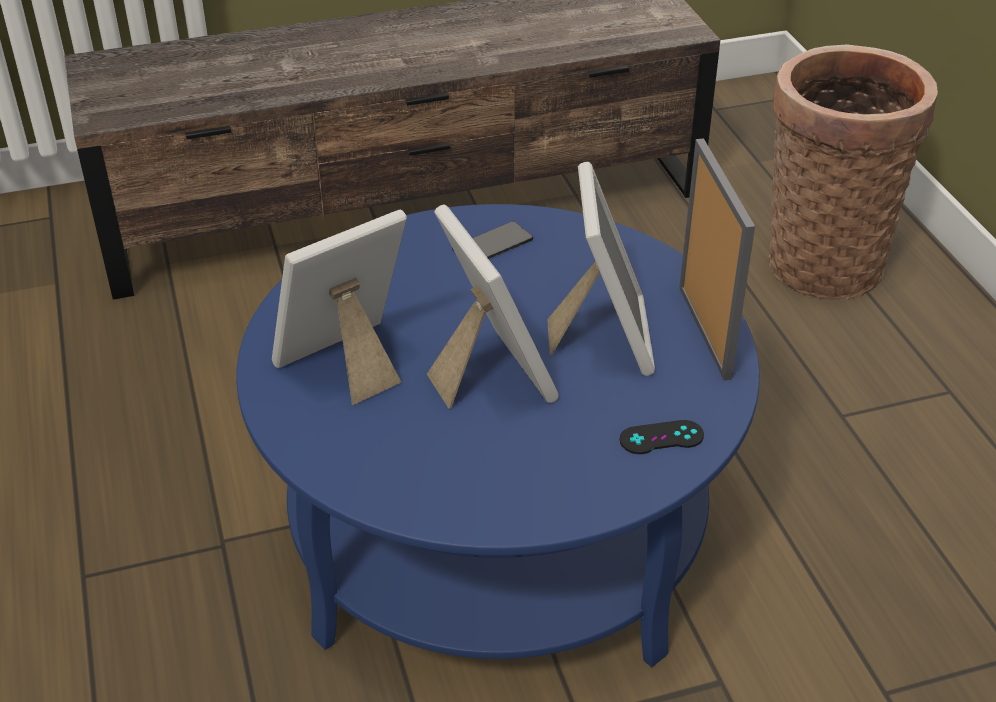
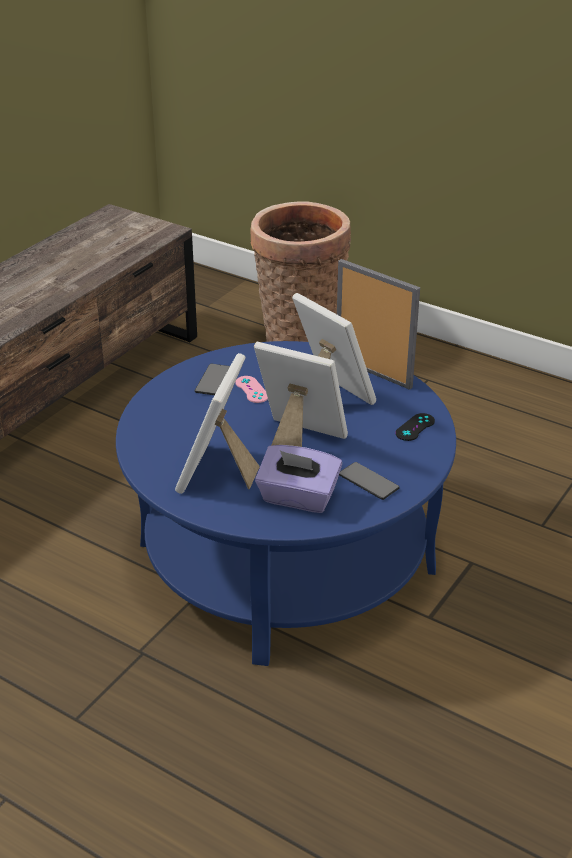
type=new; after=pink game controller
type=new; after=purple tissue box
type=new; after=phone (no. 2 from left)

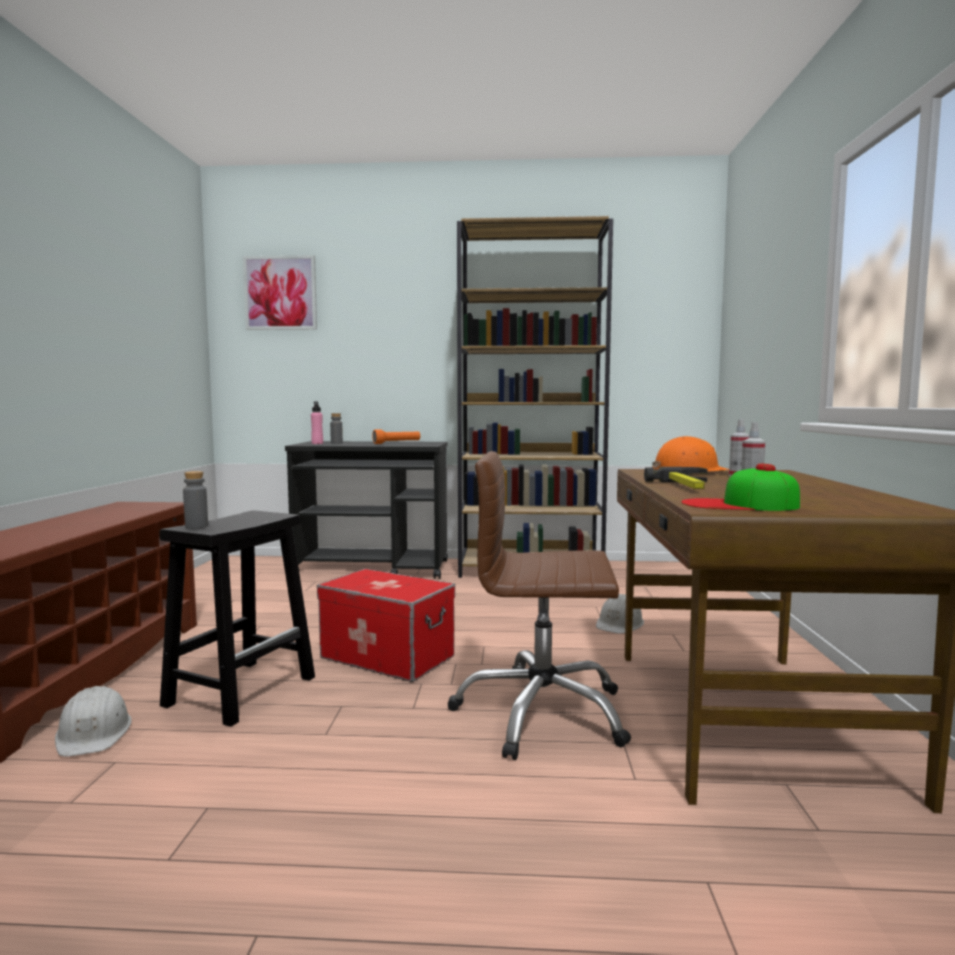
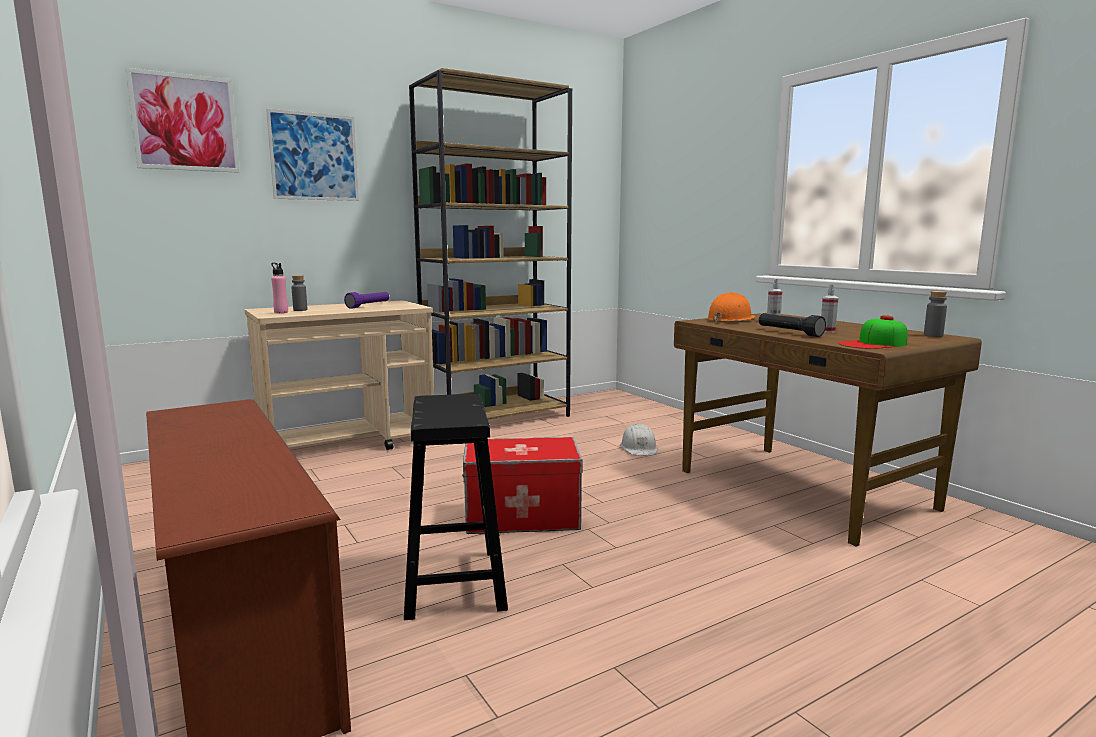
type=repainted; before=black cart; after=beige cart
type=new; after=picture (no. 2 from left)
type=repainted; before=orange flashlight; after=purple flashlight
type=swapped; before=hammer; after=black flashlight
type=shifted; before=grey bottle (no. 1 from left in the first image); after=grey bottle (no. 2 from left)
type=gone; before=white hard hat (no. 1 from left)
type=gone; before=brown office chair

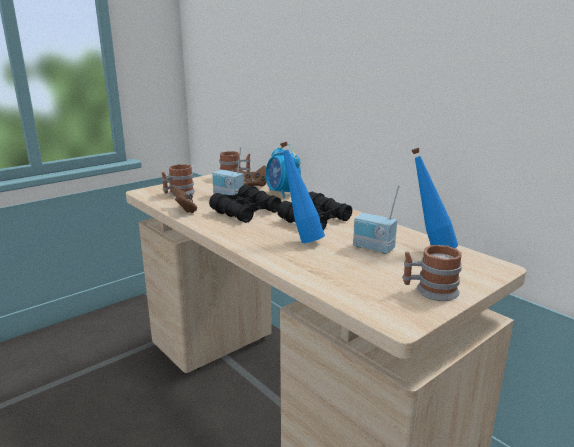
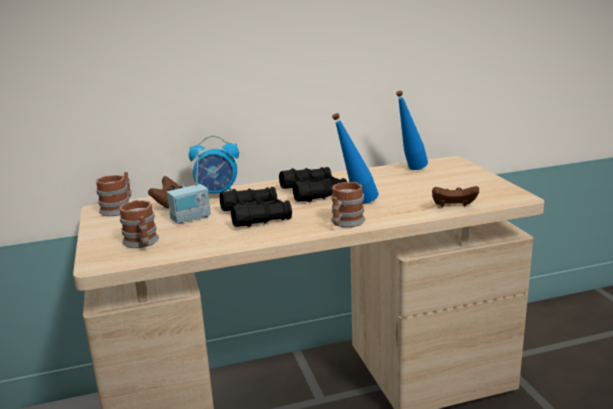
type=shifted; before=mug (no. 3 from left)
type=shifted; before=brown game controller (no. 1 from left in the first image); after=brown game controller (no. 2 from left)
type=gone; before=radio (no. 2 from left)

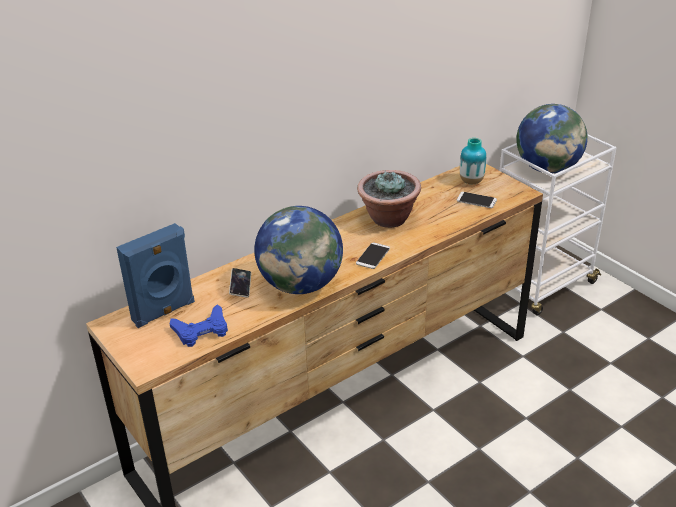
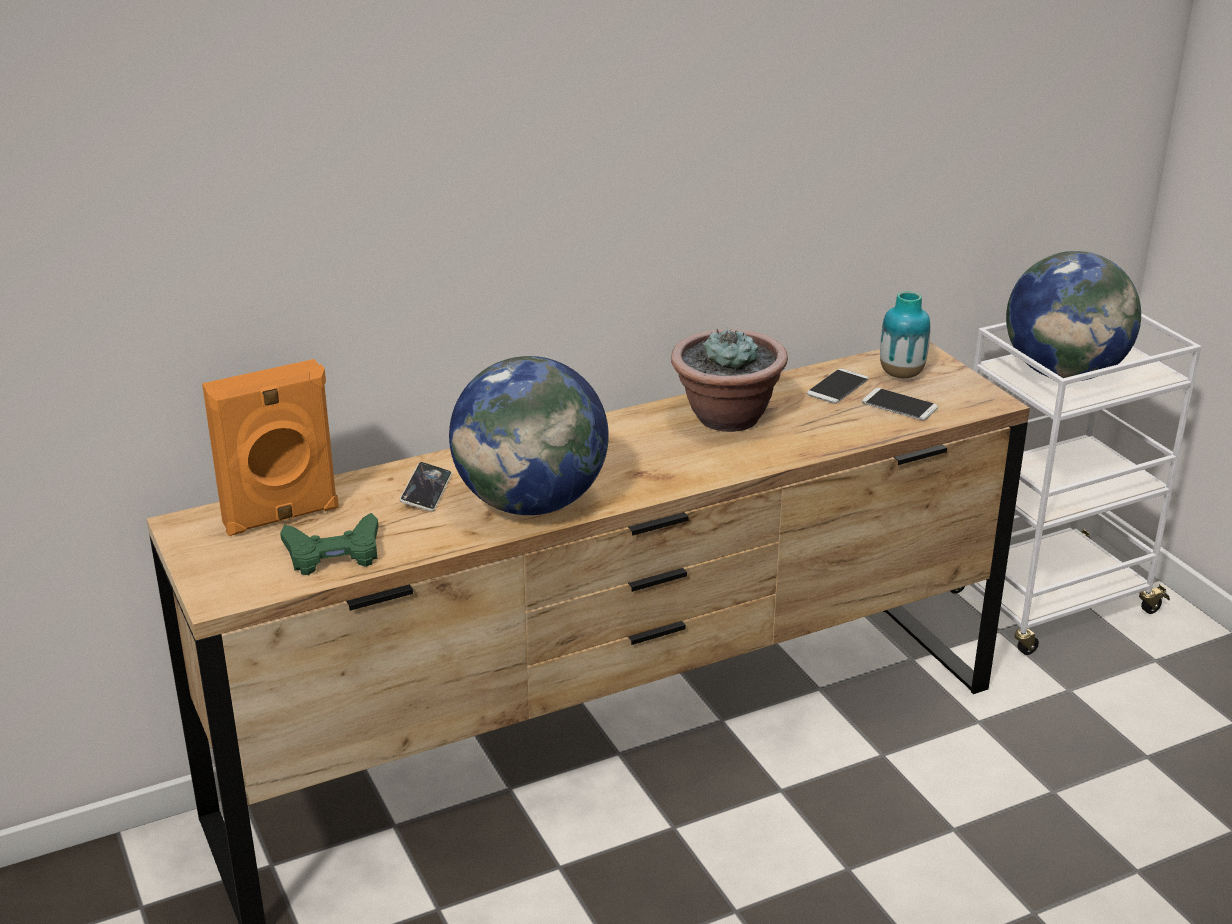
type=repainted; before=blue speaker; after=orange speaker
type=repainted; before=blue game controller; after=green game controller
type=shifted; before=phone (no. 2 from left)

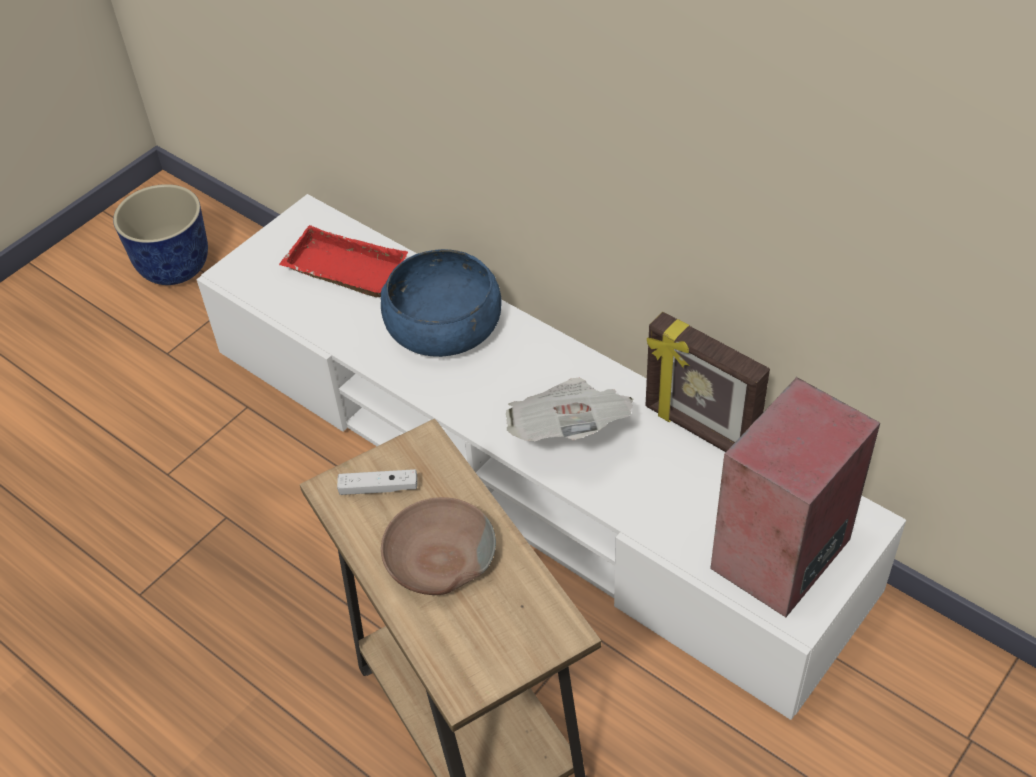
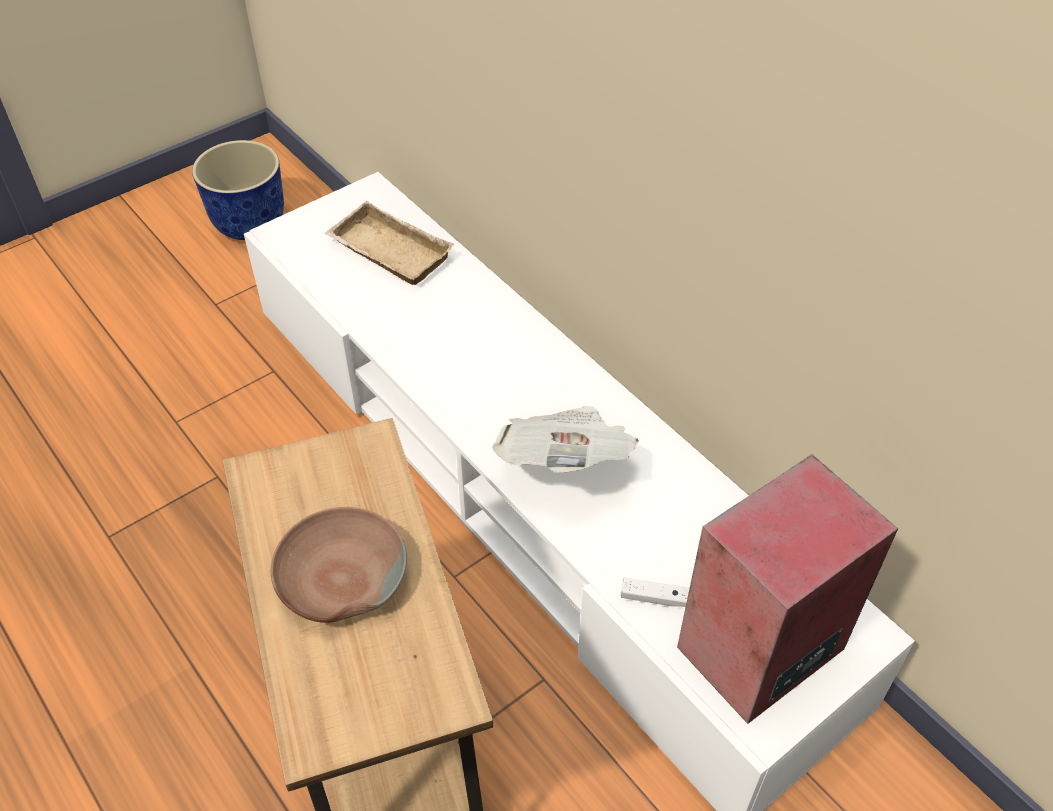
type=repainted; before=red tray; after=beige tray
type=shifted; before=white game controller
type=gone; before=blue bowl
type=gone; before=picture frame

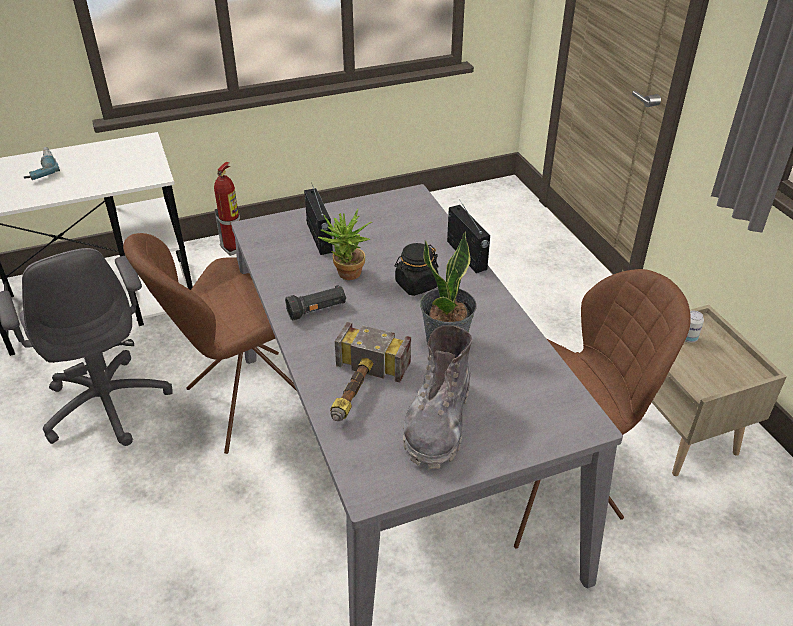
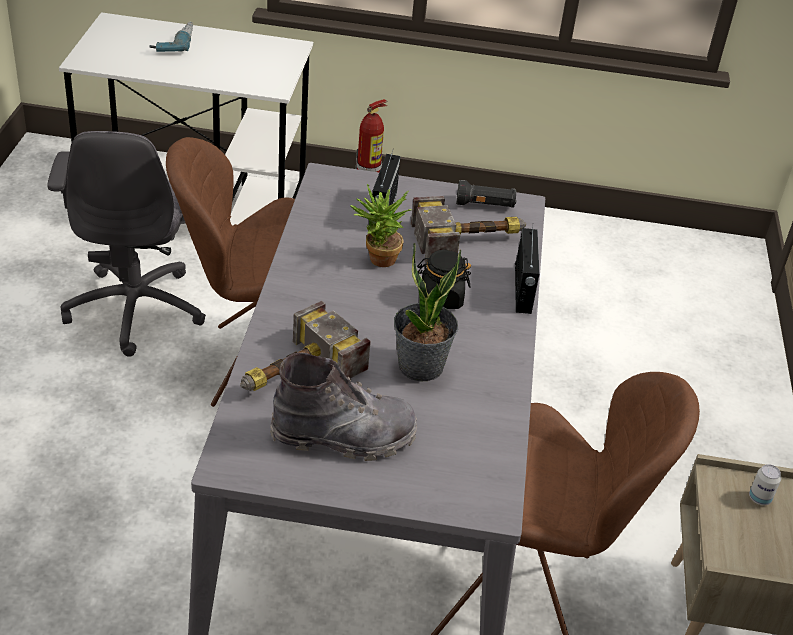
type=rotated; before=grey boot; turn=-135
type=new; after=hammer (no. 2 from left)
type=shifted; before=black flashlight

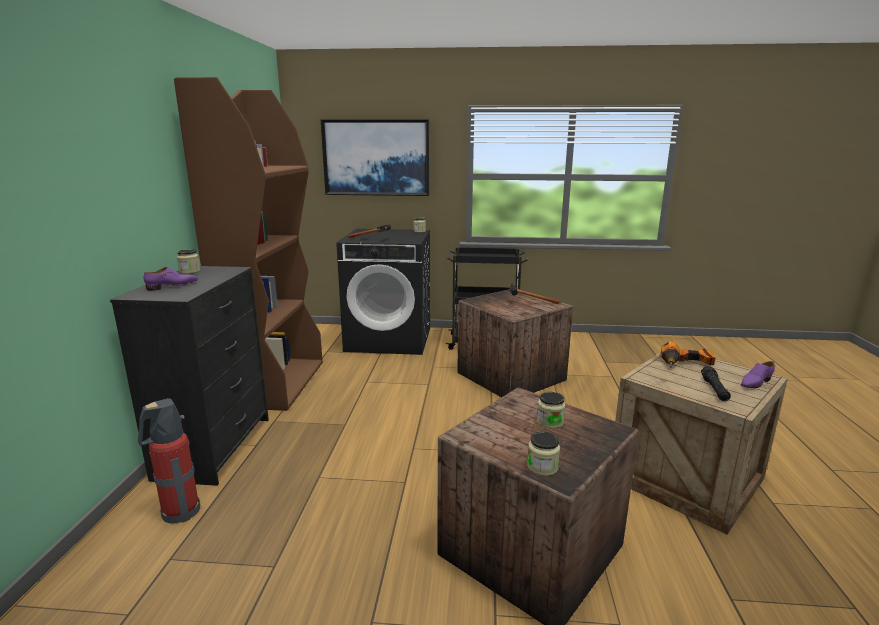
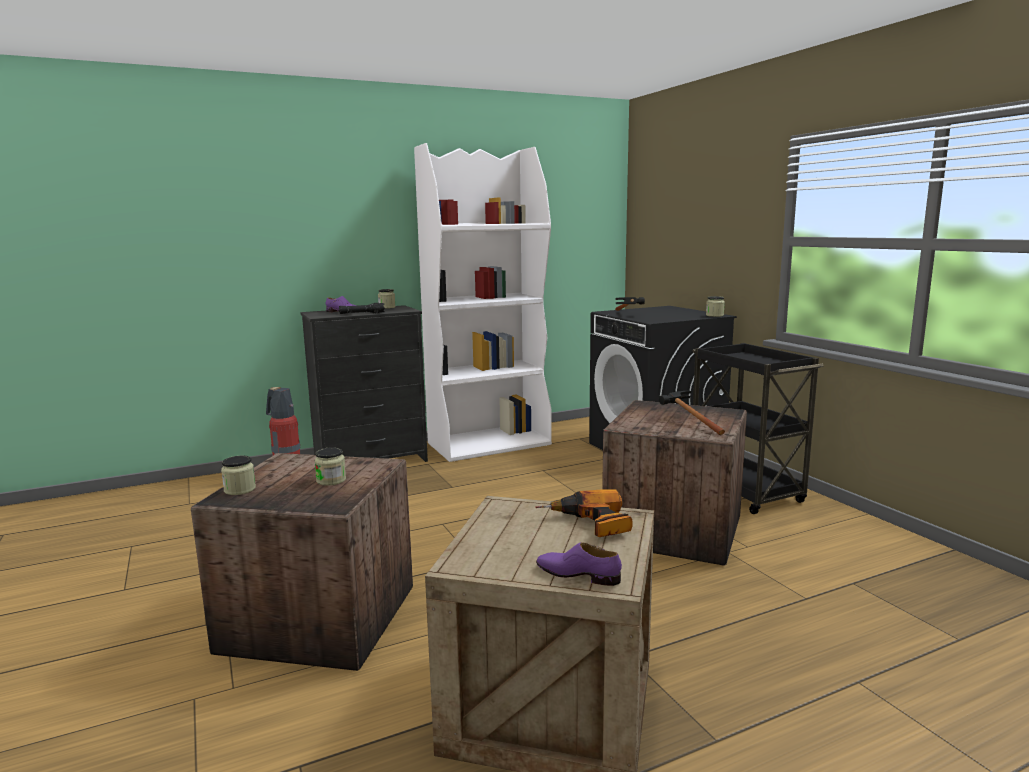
type=shifted; before=black flashlight
type=repainted; before=brown bookcase; after=white bookcase
type=gone; before=picture

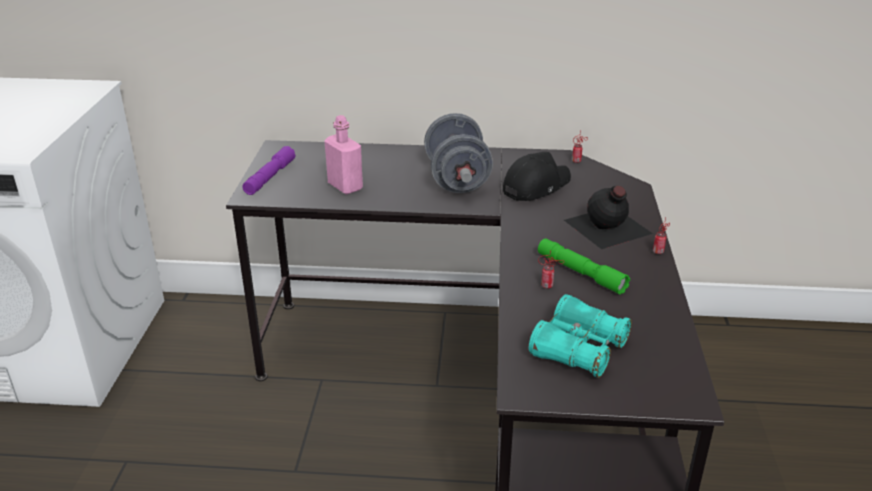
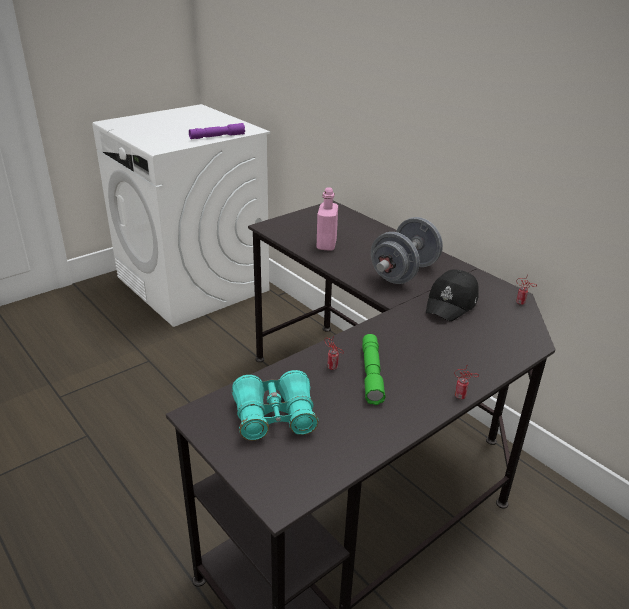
type=shifted; before=purple flashlight
type=rotated; before=black cap; turn=120
type=gone; before=black bottle

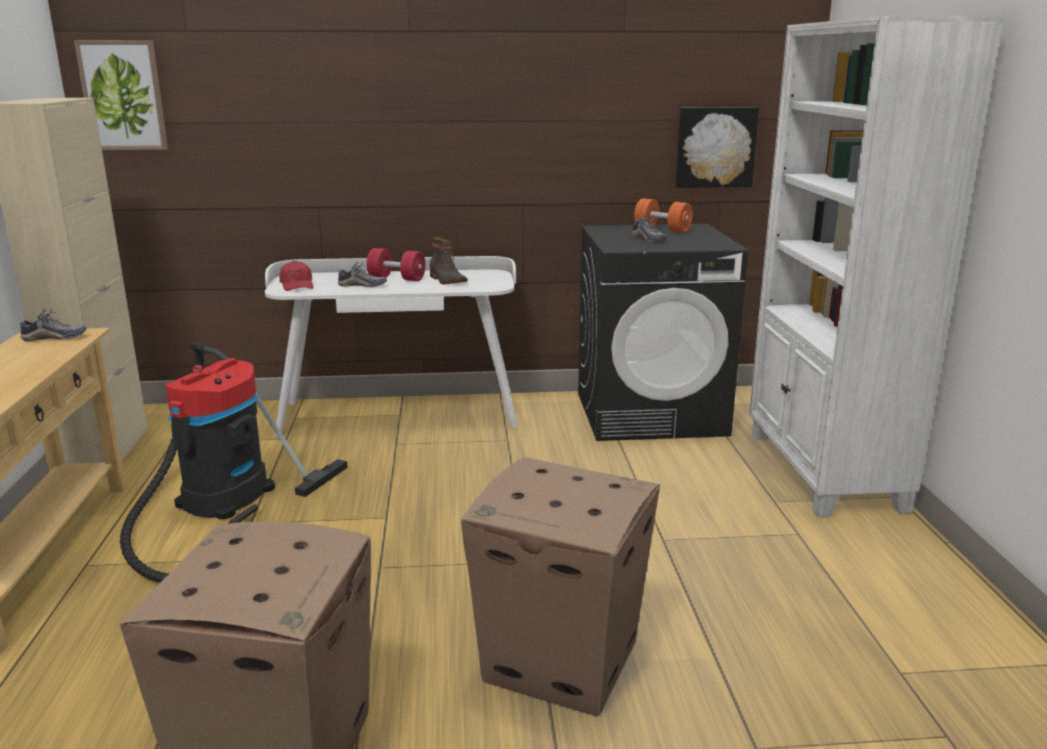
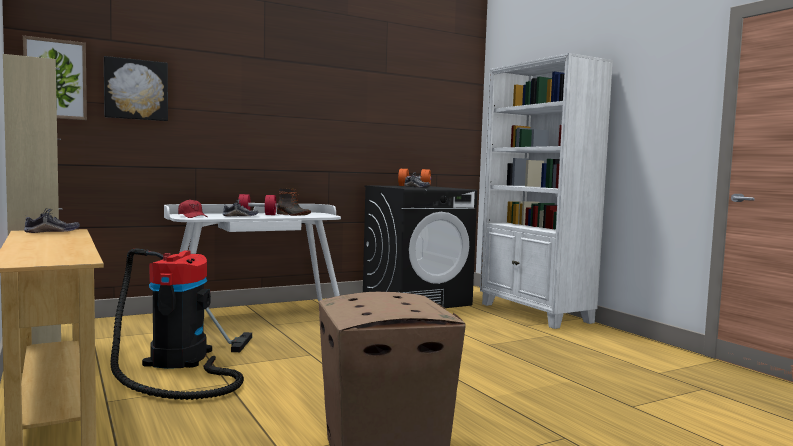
type=shifted; before=picture (no. 2 from left)
type=gone; before=cardboard box (no. 2 from left)

